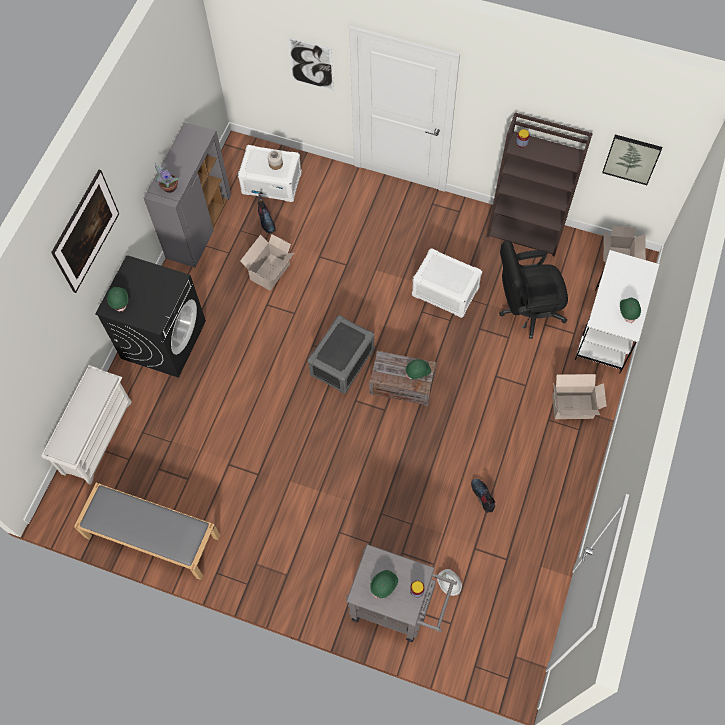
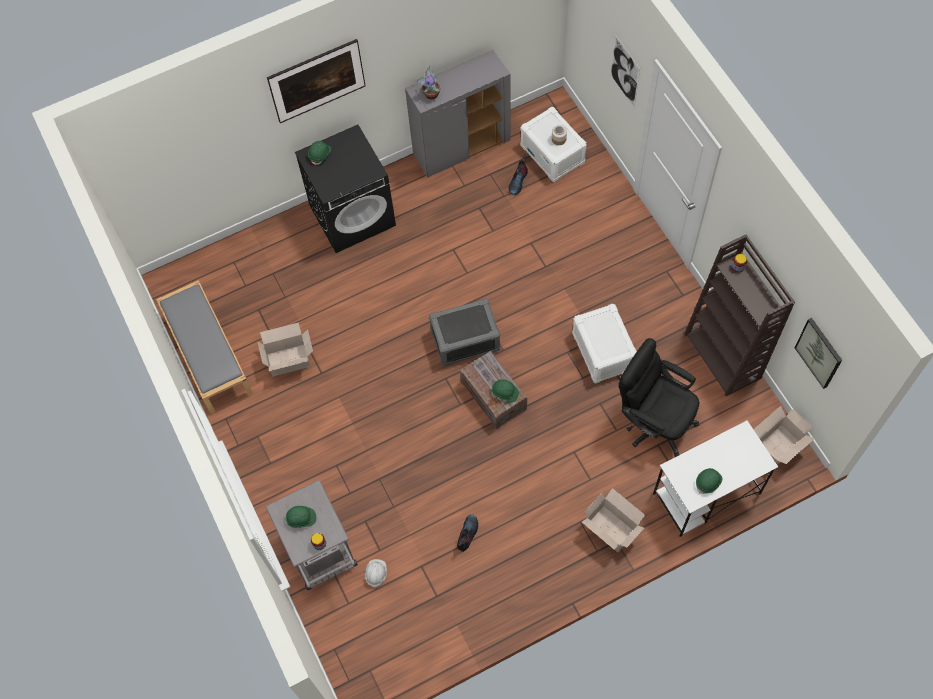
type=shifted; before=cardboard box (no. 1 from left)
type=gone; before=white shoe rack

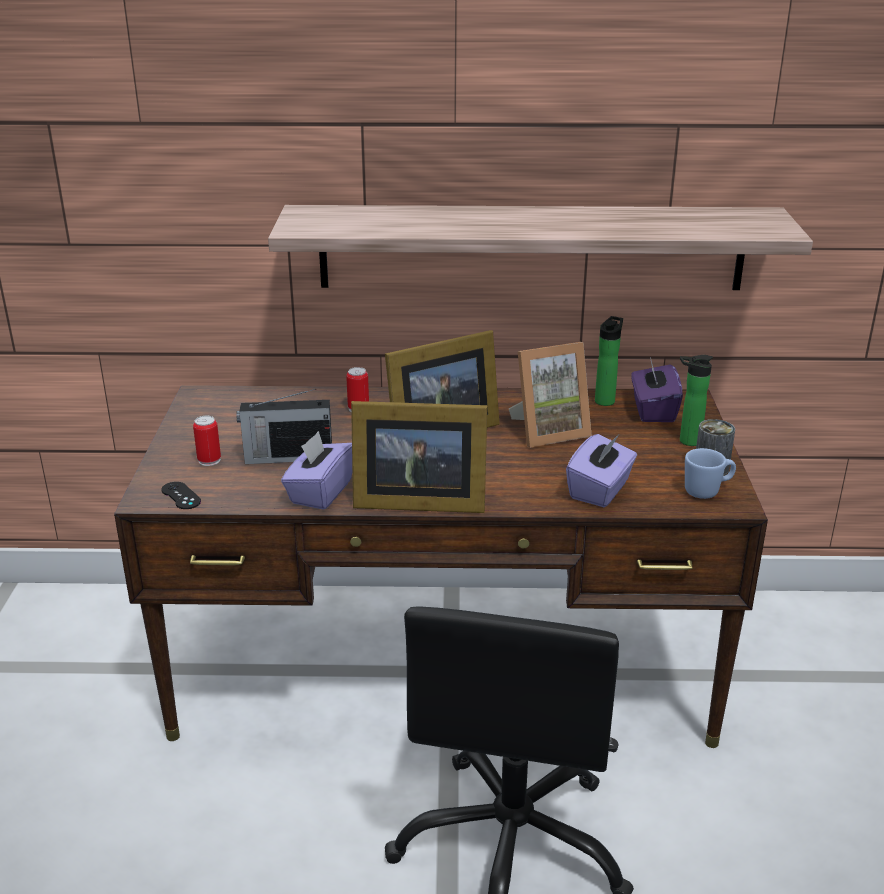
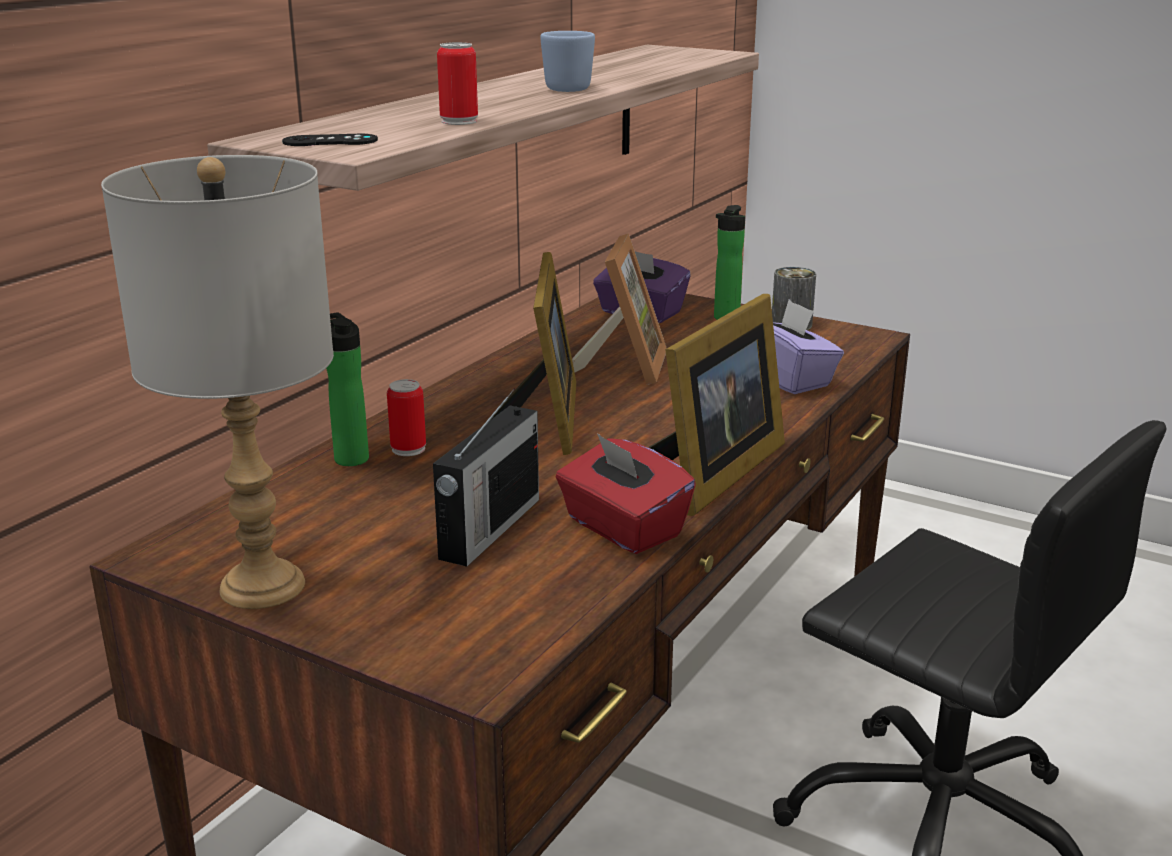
type=new; after=grey table lamp
type=shifted; before=black game controller
type=shifted; before=bottle (no. 1 from left)
type=shifted; before=can (no. 1 from left in the first image); after=can (no. 2 from left)
type=shifted; before=blue mug
type=repainted; before=purple tissue box (no. 1 from left); after=red tissue box

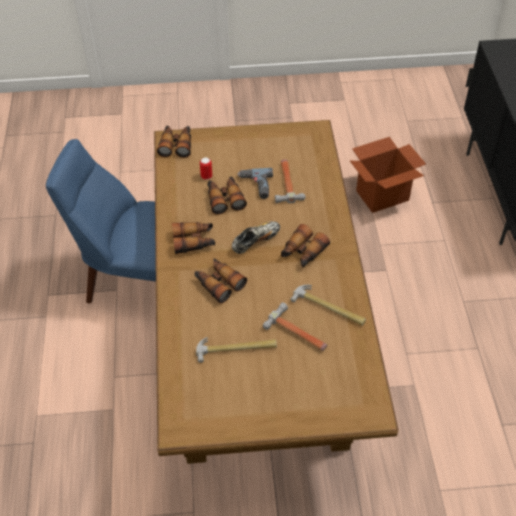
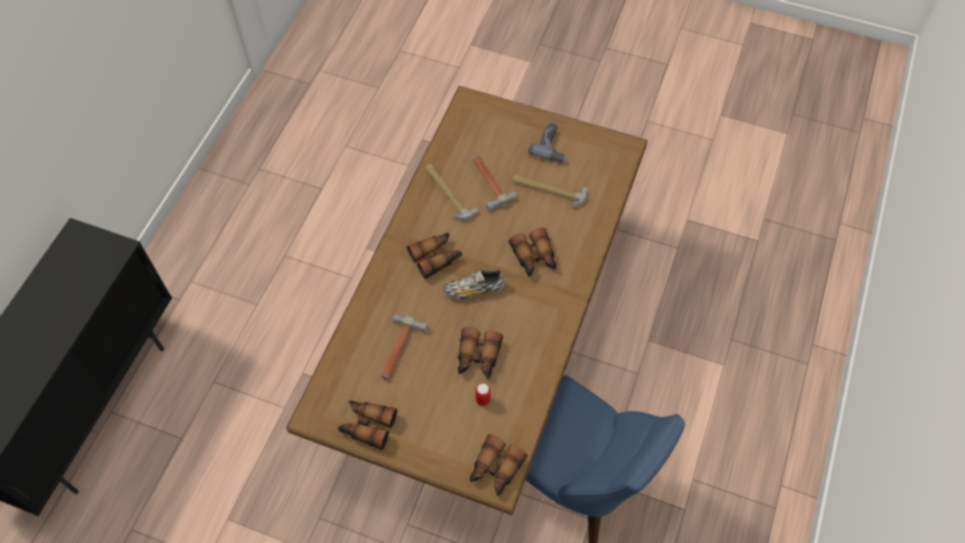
type=shifted; before=binoculars (no. 2 from left in the first image); after=binoculars (no. 1 from left)
type=shifted; before=power drill
type=gone; before=cardboard box

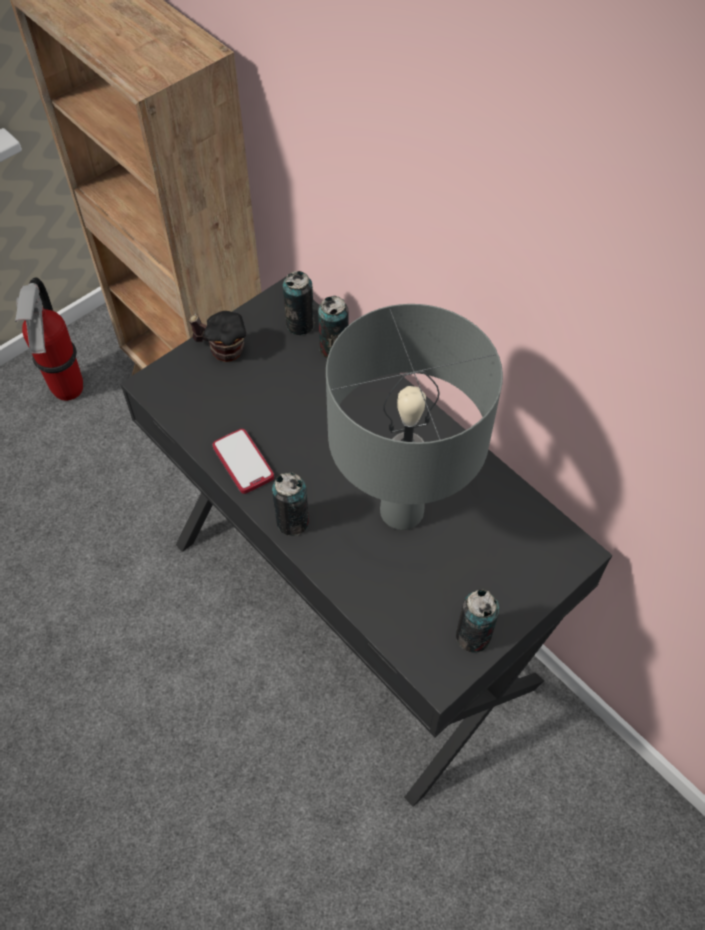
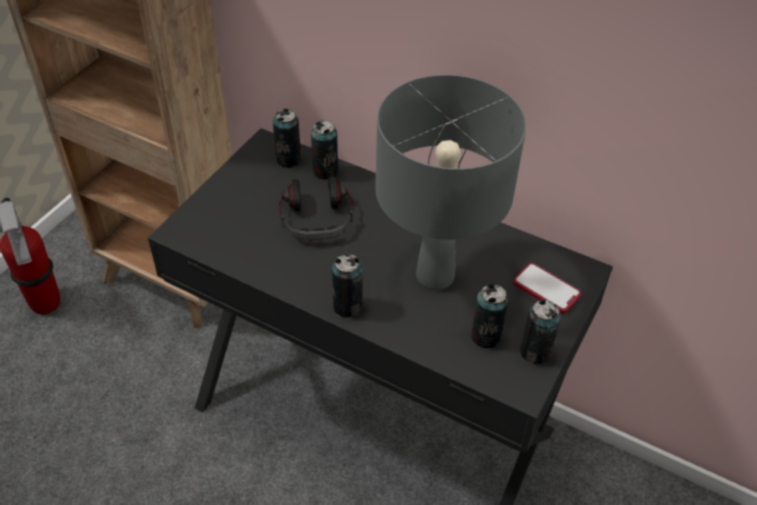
type=new; after=headphones
type=new; after=can (no. 4 from left)
type=shifted; before=phone
type=gone; before=mug

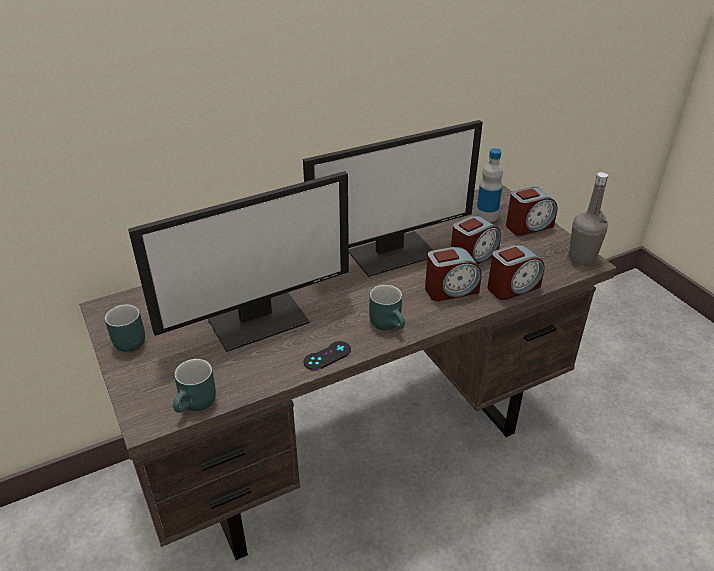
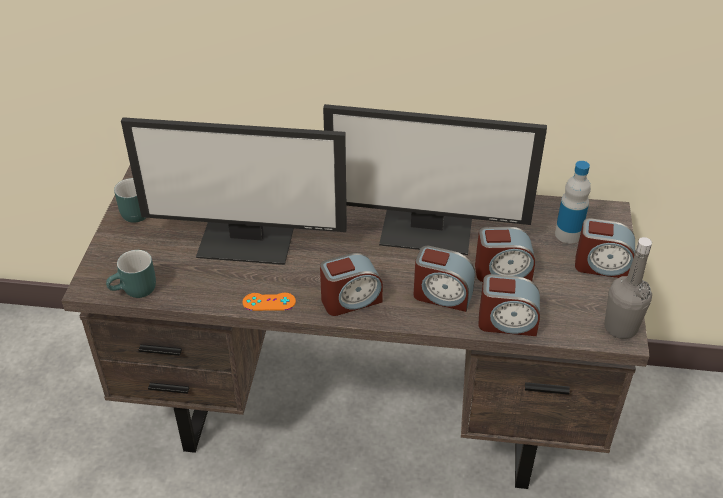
type=repainted; before=black game controller; after=orange game controller
type=swapped; before=turquoise mug (no. 3 from left); after=alarm clock (no. 1 from left)

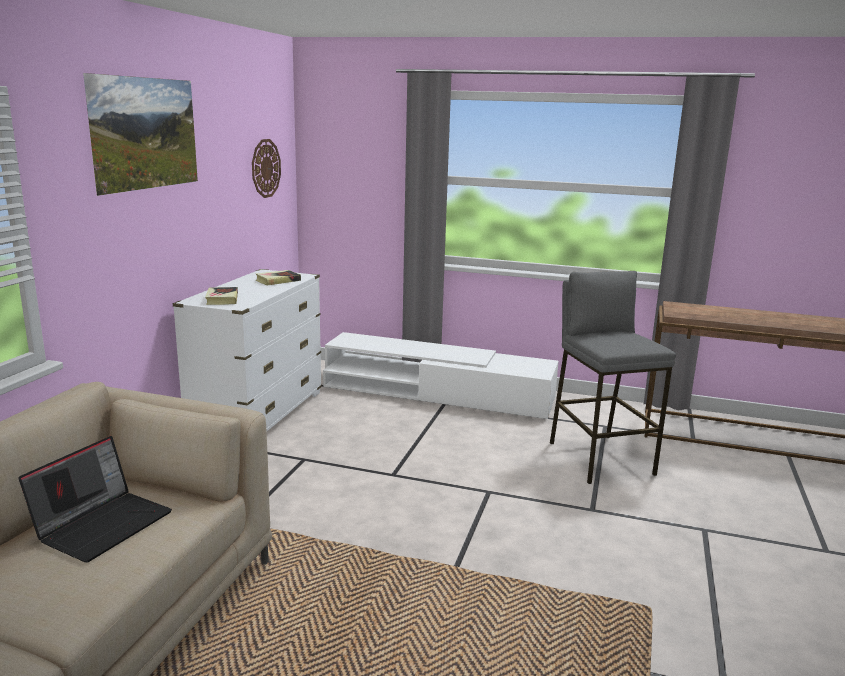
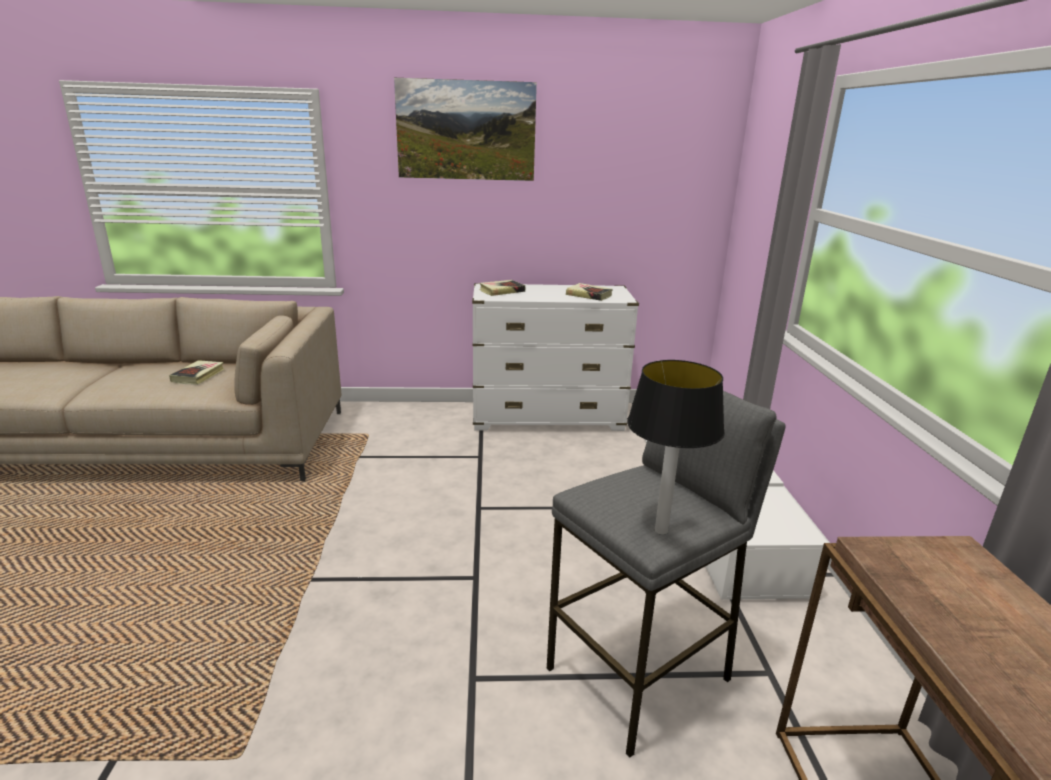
type=swapped; before=laptop; after=book (no. 1 from left)
type=new; after=table lamp
type=gone; before=wall clock

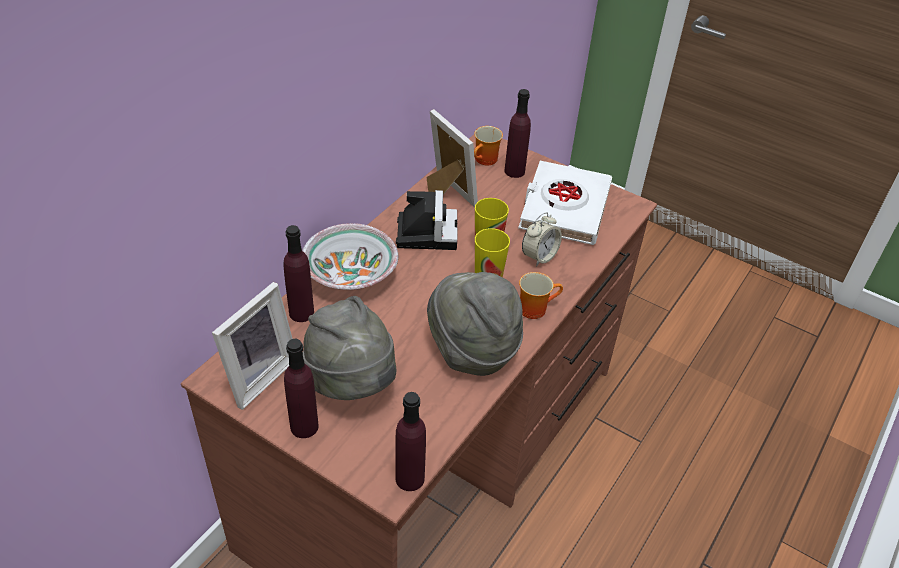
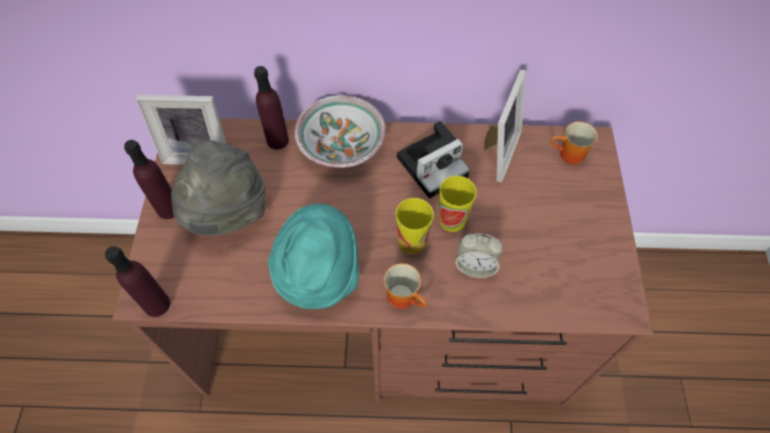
type=repainted; before=grey hat (no. 2 from left); after=turquoise hat
type=gone; before=purple bottle (no. 4 from left)
type=gone; before=white book

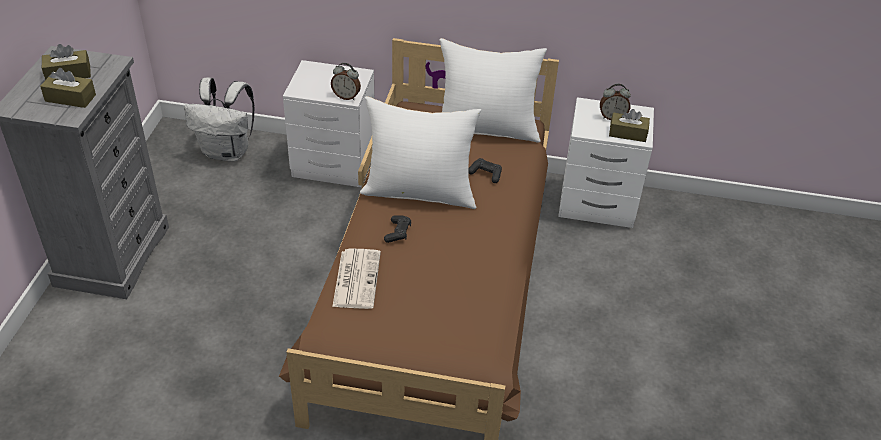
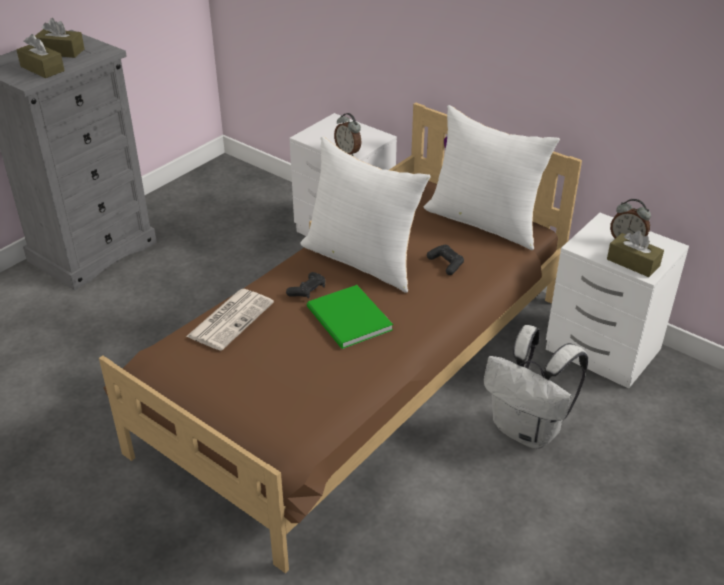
type=new; after=green book
type=shifted; before=white backpack

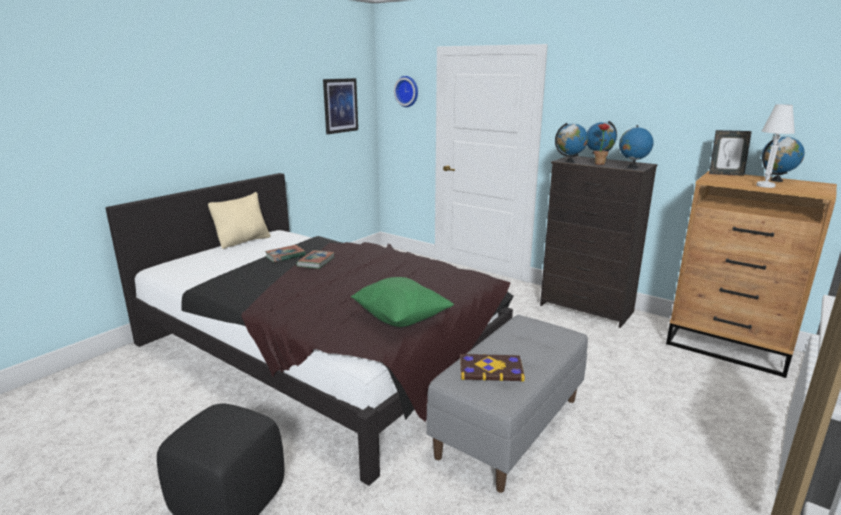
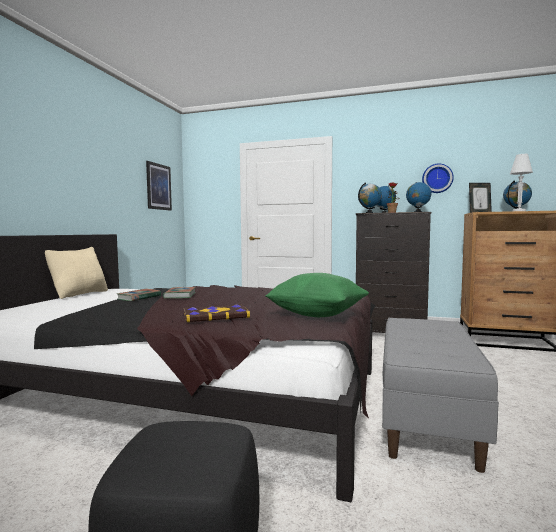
type=shifted; before=book (no. 3 from left)
type=shifted; before=wall clock

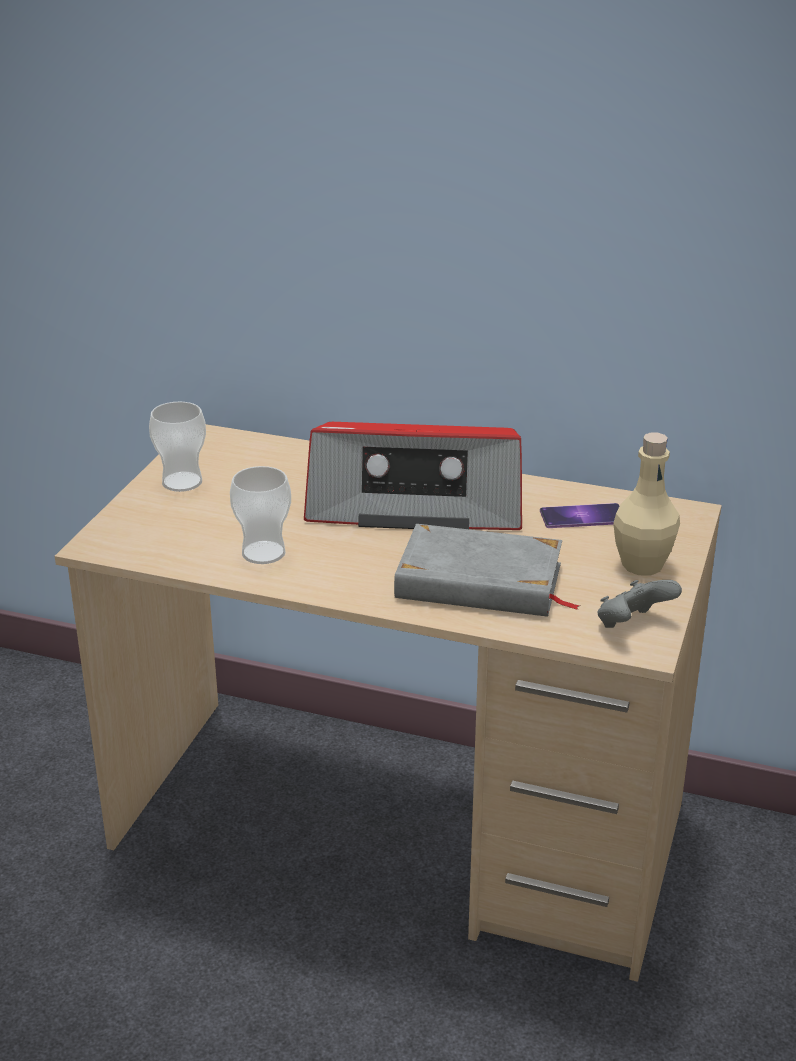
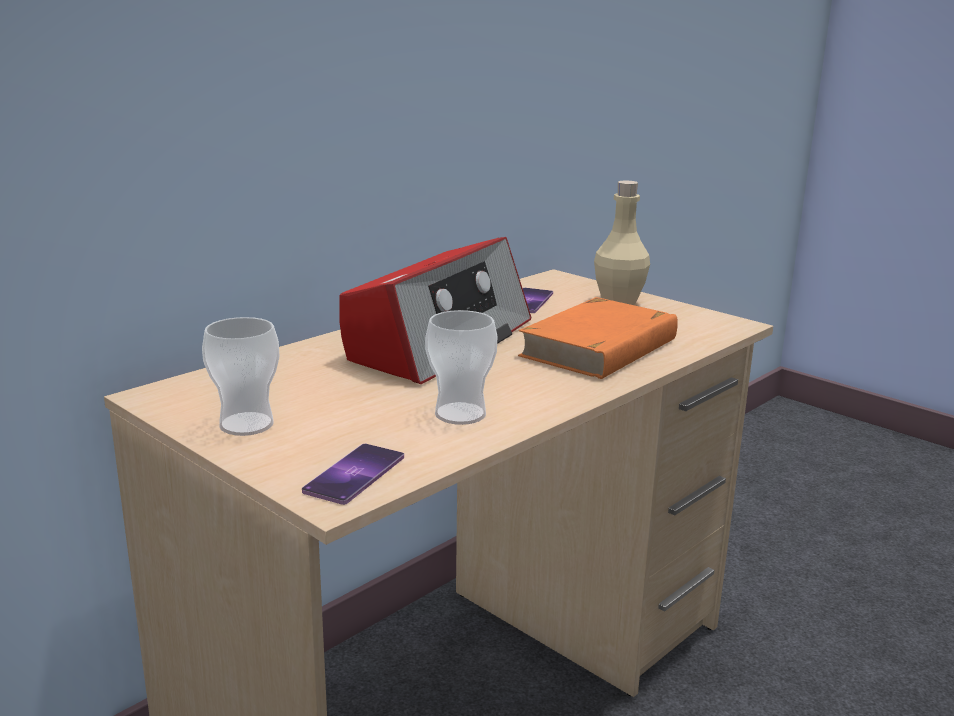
type=new; after=phone (no. 1 from left)
type=repainted; before=grey book; after=orange book
type=gone; before=grey game controller

